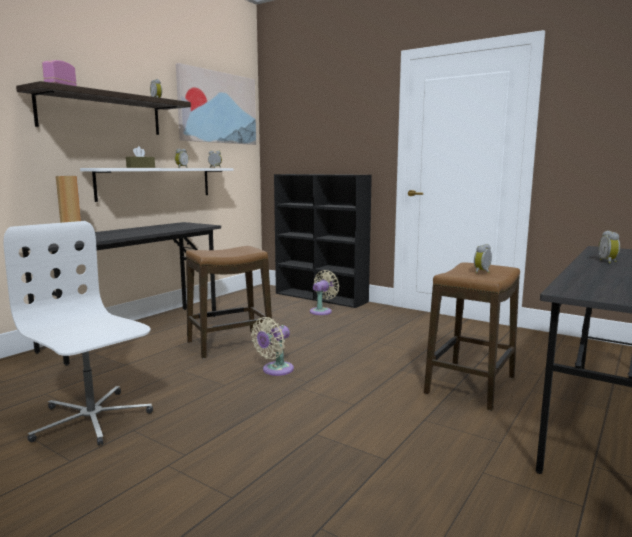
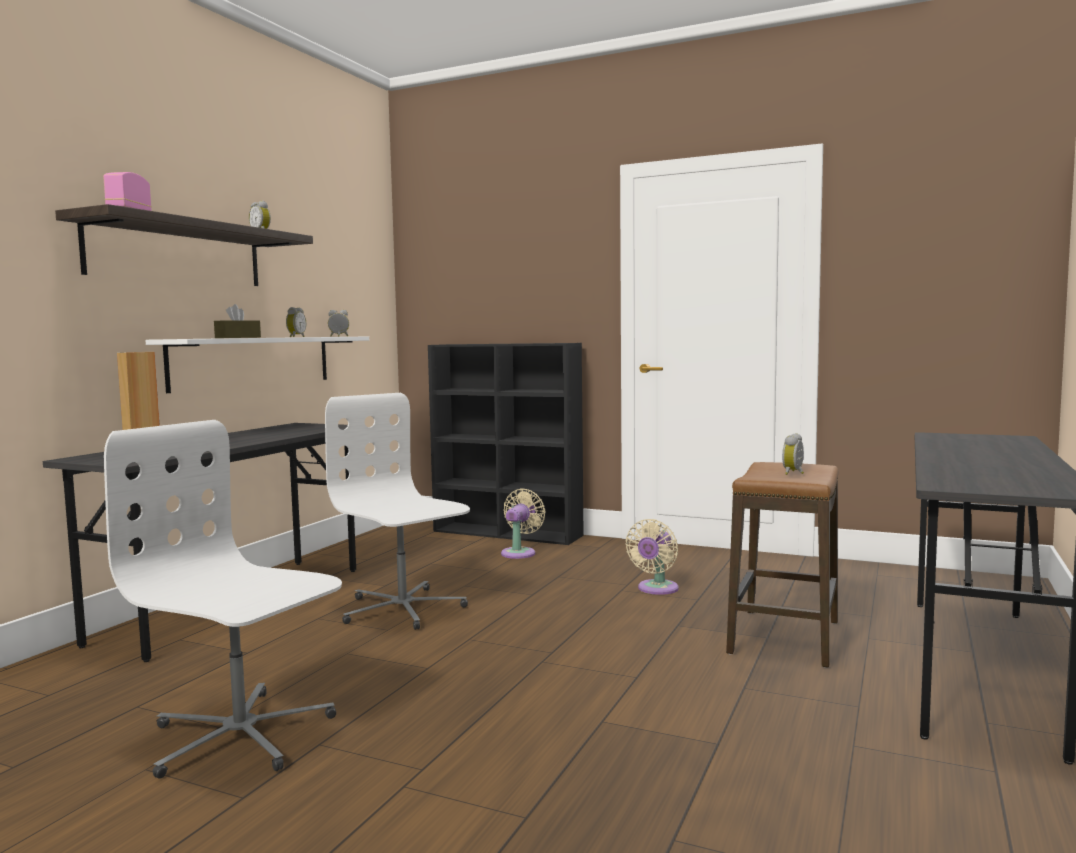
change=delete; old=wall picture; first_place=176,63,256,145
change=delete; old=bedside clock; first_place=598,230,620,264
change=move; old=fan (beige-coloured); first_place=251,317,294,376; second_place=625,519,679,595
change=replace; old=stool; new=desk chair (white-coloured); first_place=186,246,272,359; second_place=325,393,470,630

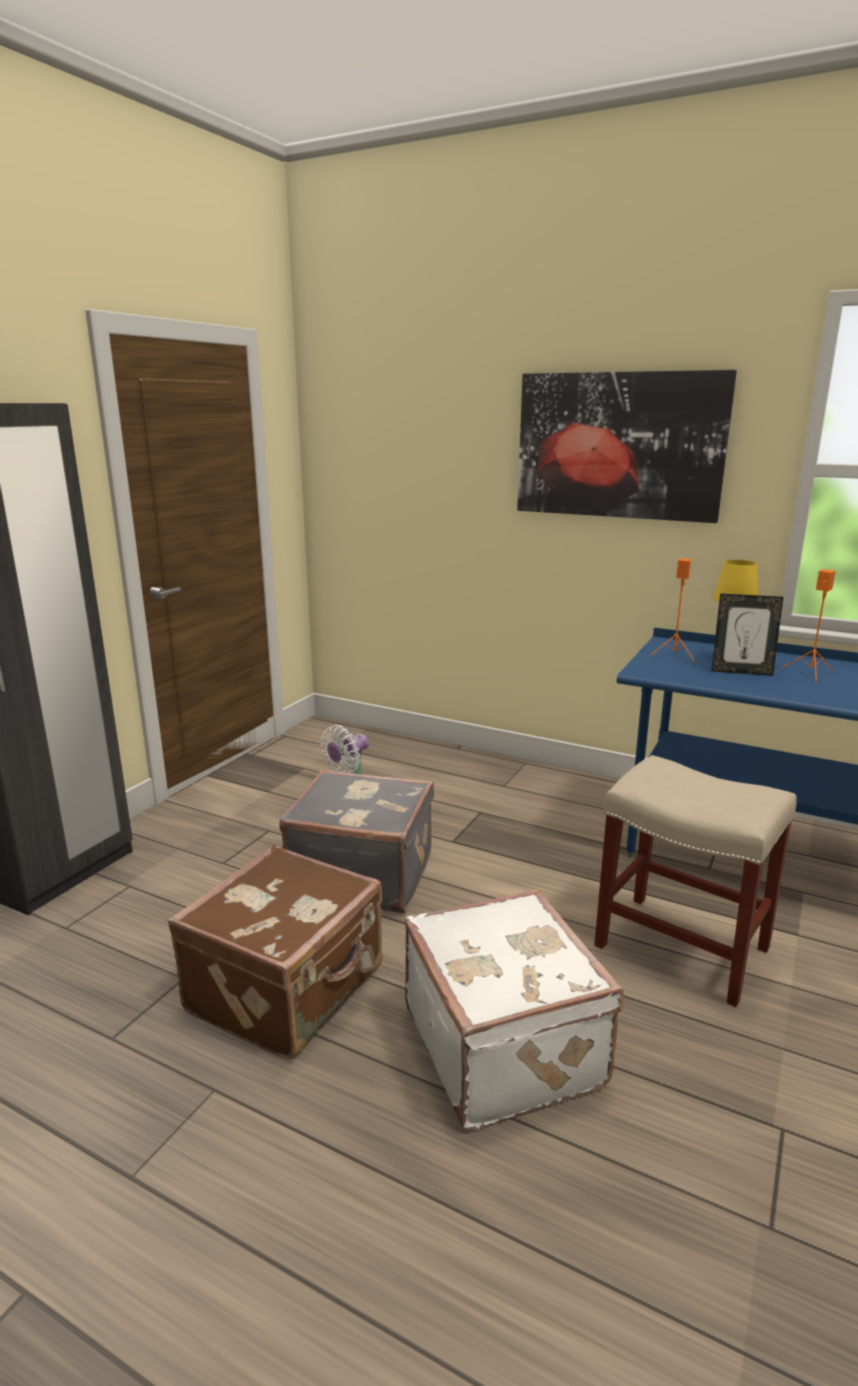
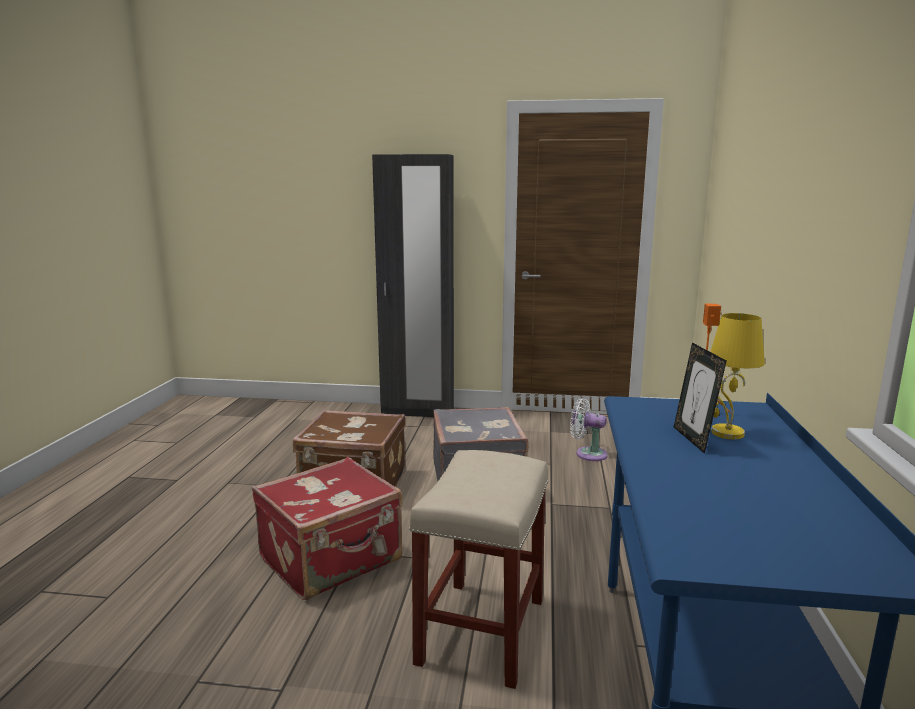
change=delete; old=wall picture; first_place=517,370,737,523
change=delete; old=speaker (orange); first_place=781,569,835,683
change=recolor; old=piece of luggage (white-coloured); new=piece of luggage (red); first_place=405,889,624,1131; second_place=252,457,402,600

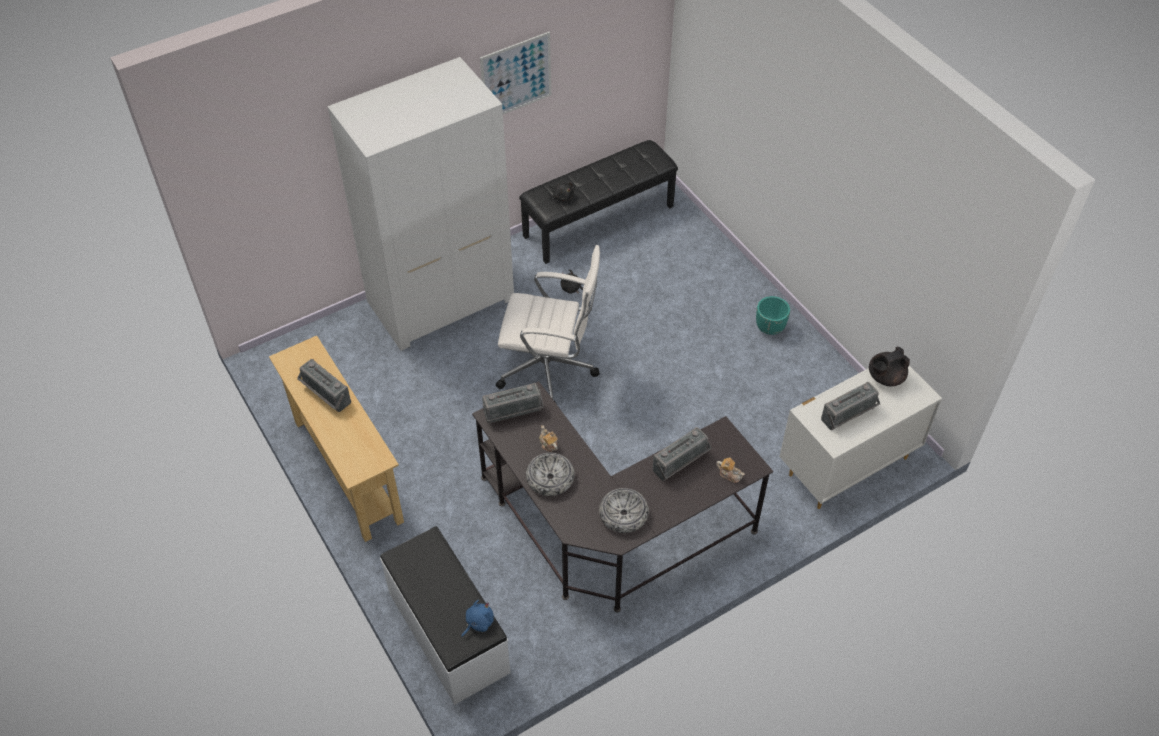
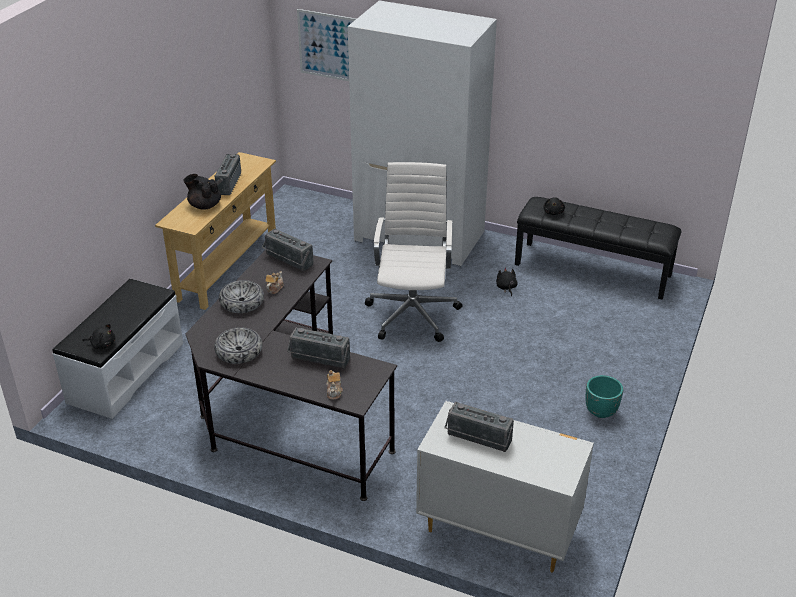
change=move; old=wall picture; first_place=480,32,551,114; second_place=297,9,356,81
change=move; old=pot for tea (black); first_place=869,347,910,386; second_place=184,174,221,210
change=recolor; old=plush toy (blue); new=plush toy (black); first_place=461,600,494,637; second_place=82,324,115,349
change=rotate; old=desk chair (white-coloured); first_place=496,245,600,403; second_place=365,162,463,342; degrees=-150

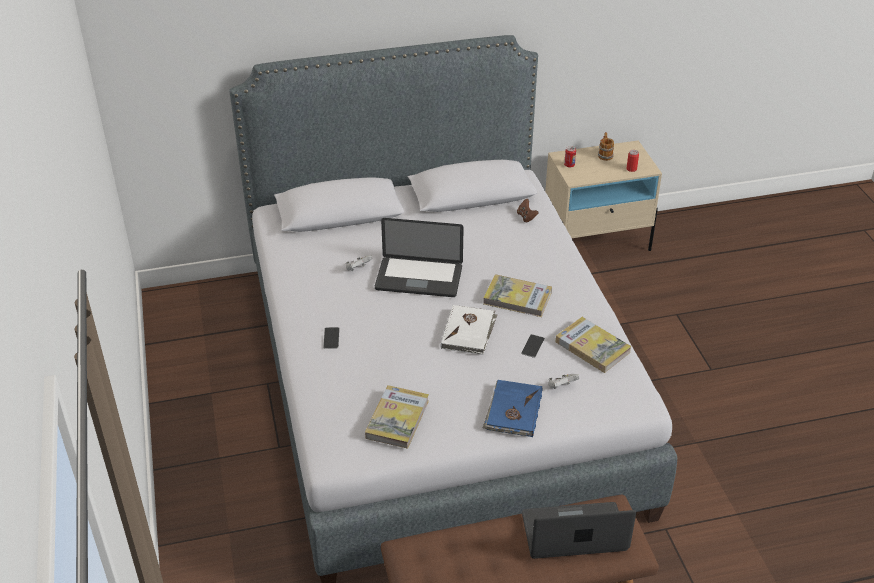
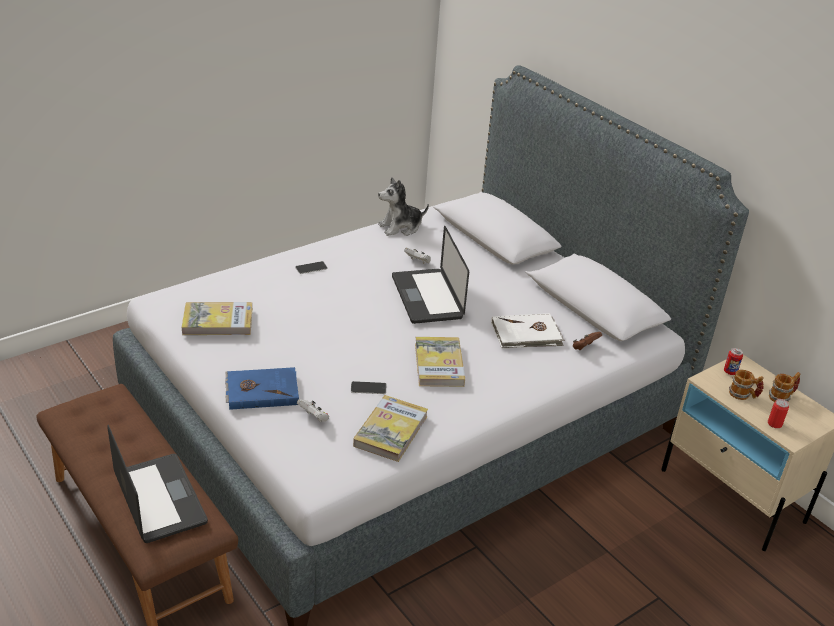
change=insert; new=plush toy; second_place=378,177,429,236
change=insert; new=mug; second_place=729,370,764,400
change=move; old=bound book (white-coloured); first_place=440,305,497,355; second_place=491,313,565,349

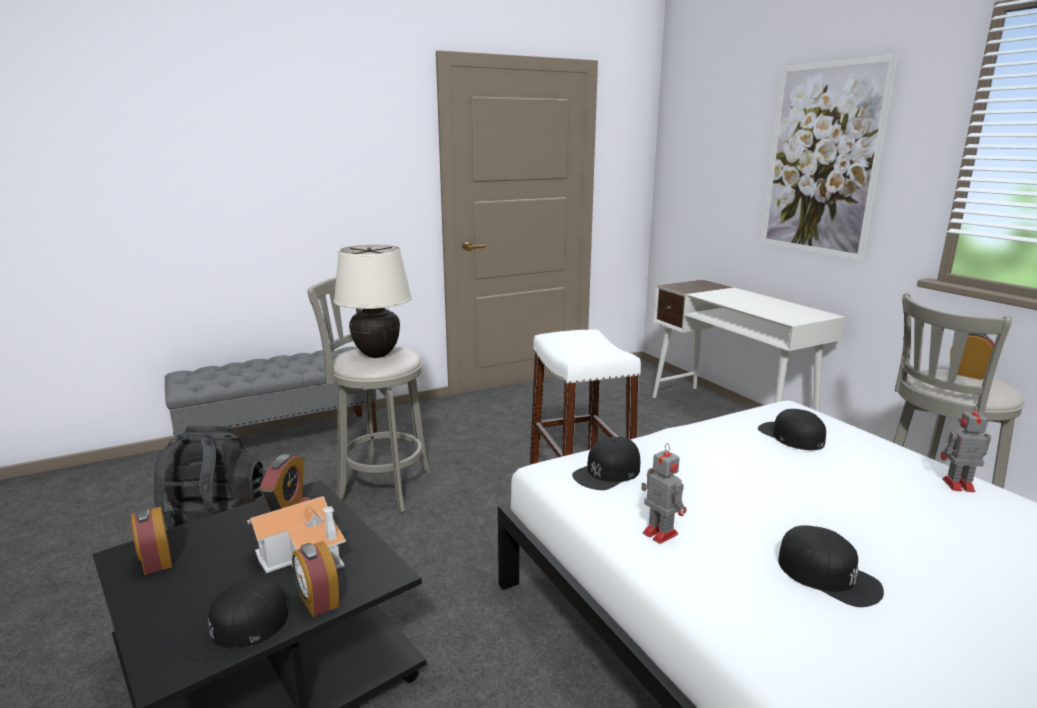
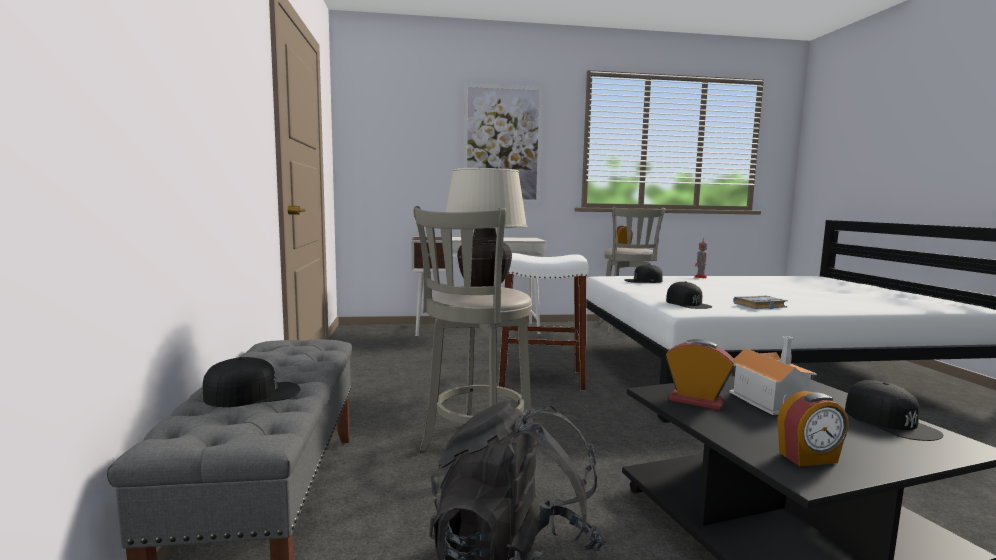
change=delete; old=bedside clock; first_place=292,541,339,617
change=move; old=cap (black); first_place=778,525,884,607; second_place=202,357,300,407
change=replace; old=toy robot; new=bound book (gray); first_place=641,443,686,544; second_place=733,295,788,309

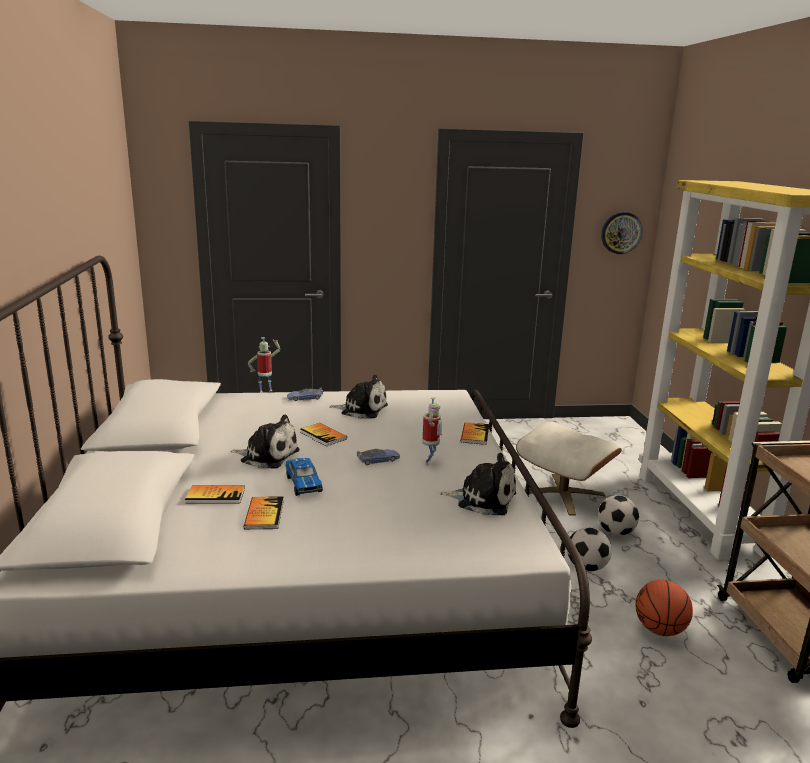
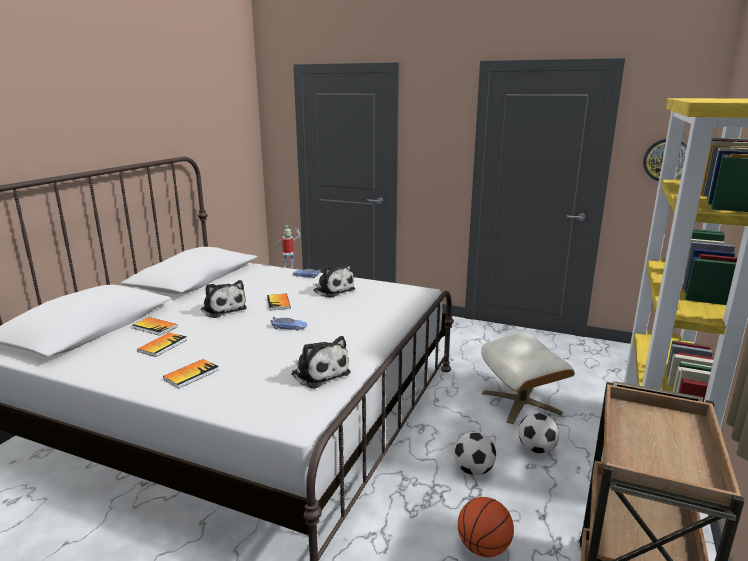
change=delete; old=toy car; first_place=286,458,323,496
change=delete; old=toy robot; first_place=423,397,442,465
change=move; old=bound book; first_place=461,422,489,445; second_place=163,359,219,388

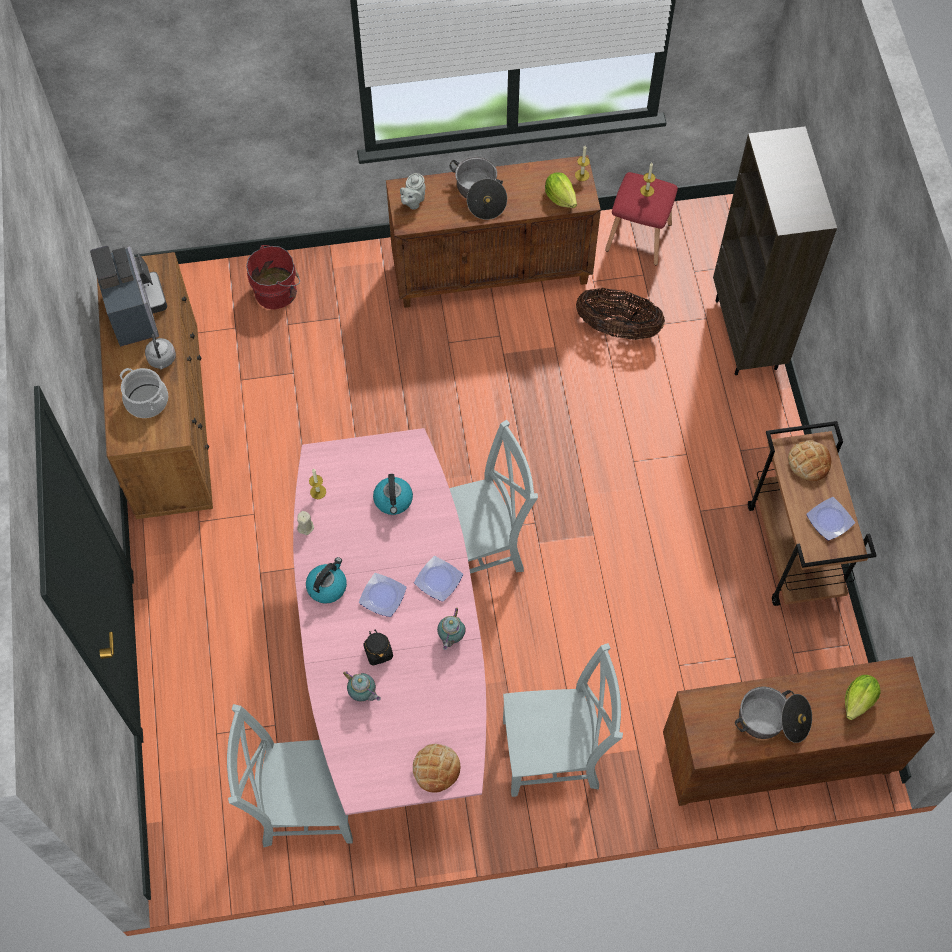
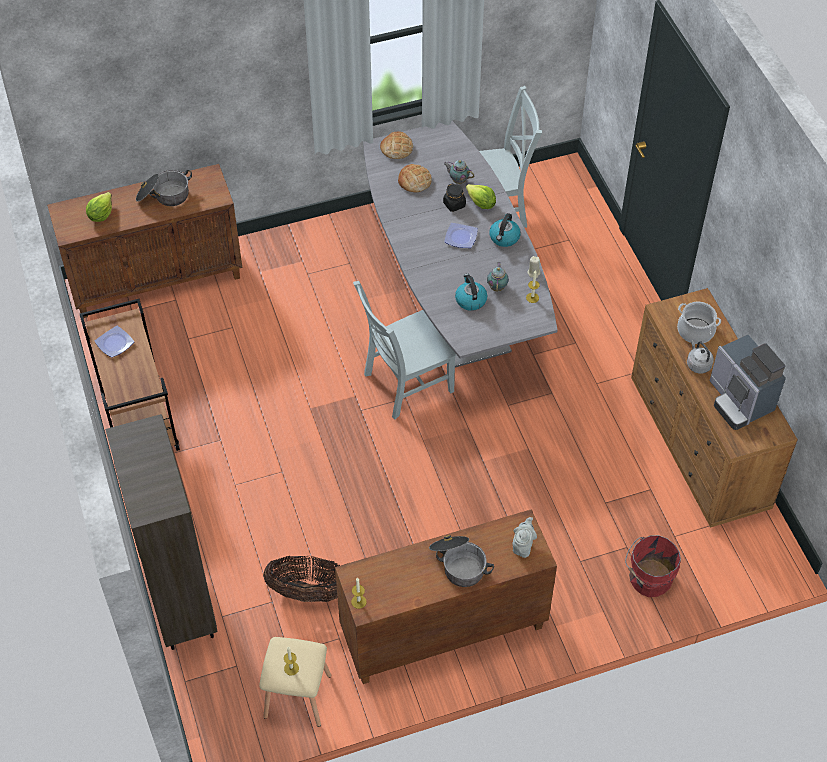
change=delete; old=plate; first_place=414,556,463,602
change=delete; old=upright chair (gray); first_place=503,643,623,797
change=move; old=pot for tea; first_place=437,608,466,650; second_place=487,262,509,292
change=move; old=head of lettuce; first_place=545,172,577,208; second_place=466,184,496,209
change=move; old=bread; first_place=788,440,831,482; second_place=398,164,432,192
change=recolor; old=dinner table (pinkish); new=dinner table (gray); first_place=293,428,486,815; second_place=363,121,558,367
change=recolor; old=stool (red); new=stool (beige-coloured); first_place=605,172,678,265; second_place=259,637,331,727

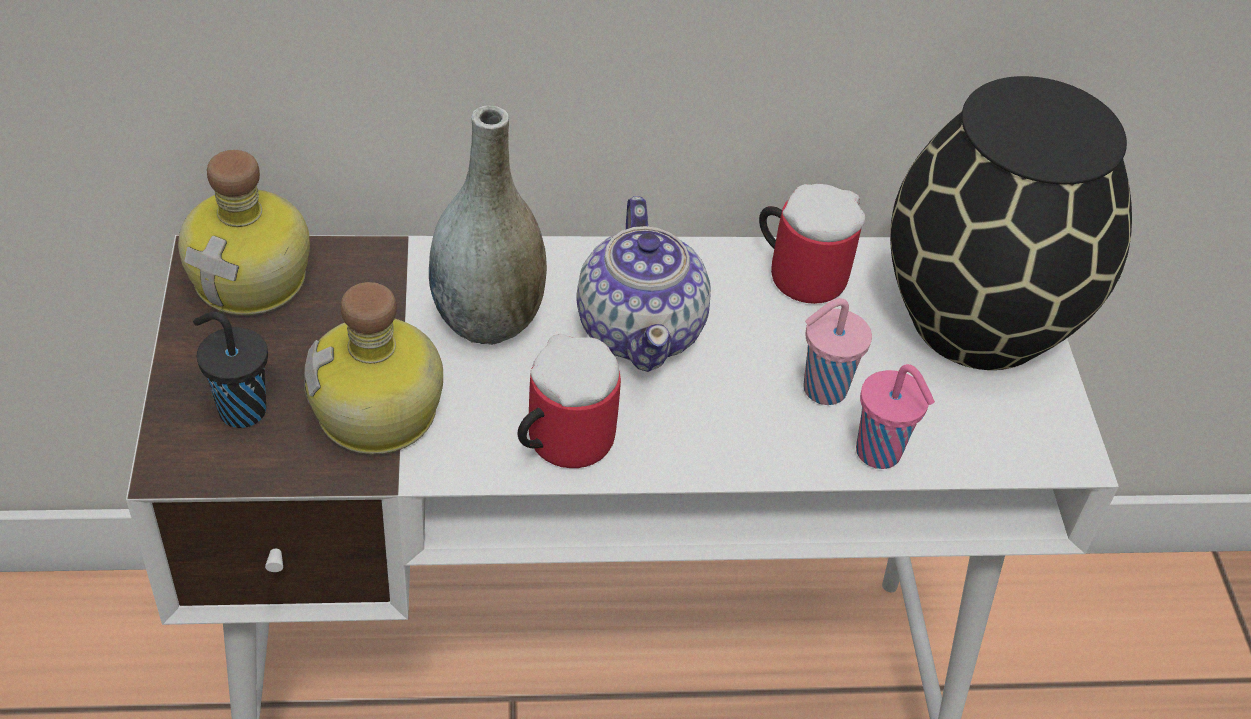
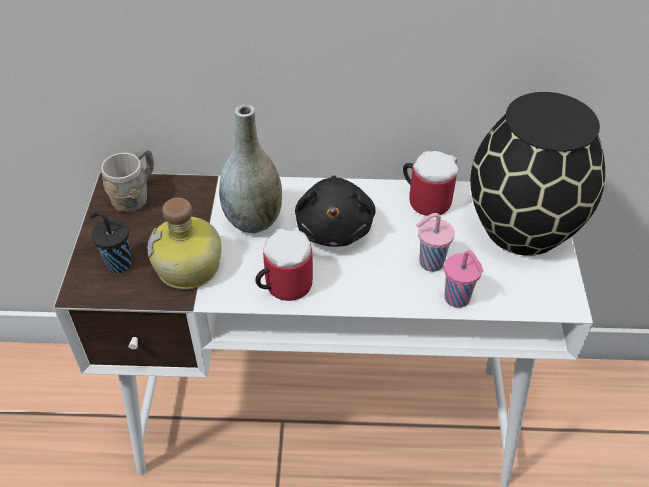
change=replace; old=bottle; new=mug (gray); first_place=178,150,310,315; second_place=101,149,154,212
change=replace; old=pot for tea; new=plush toy (black); first_place=577,196,711,372; second_place=295,175,376,247

